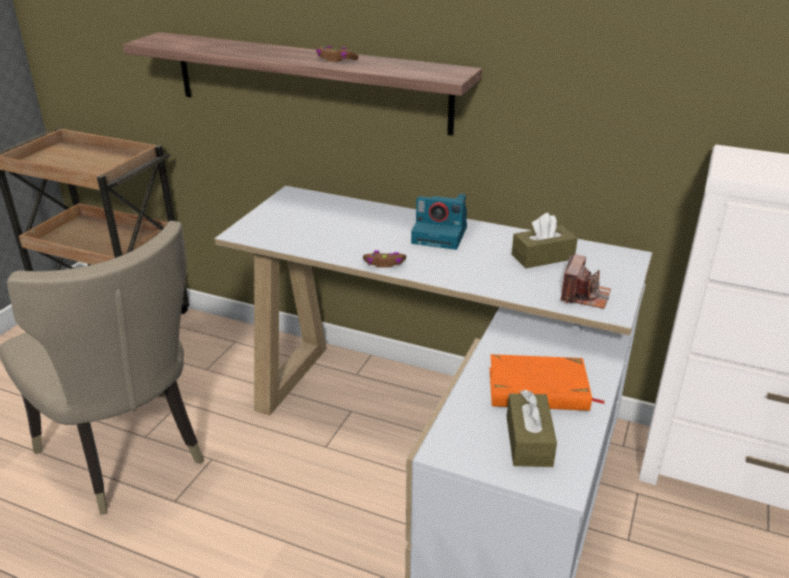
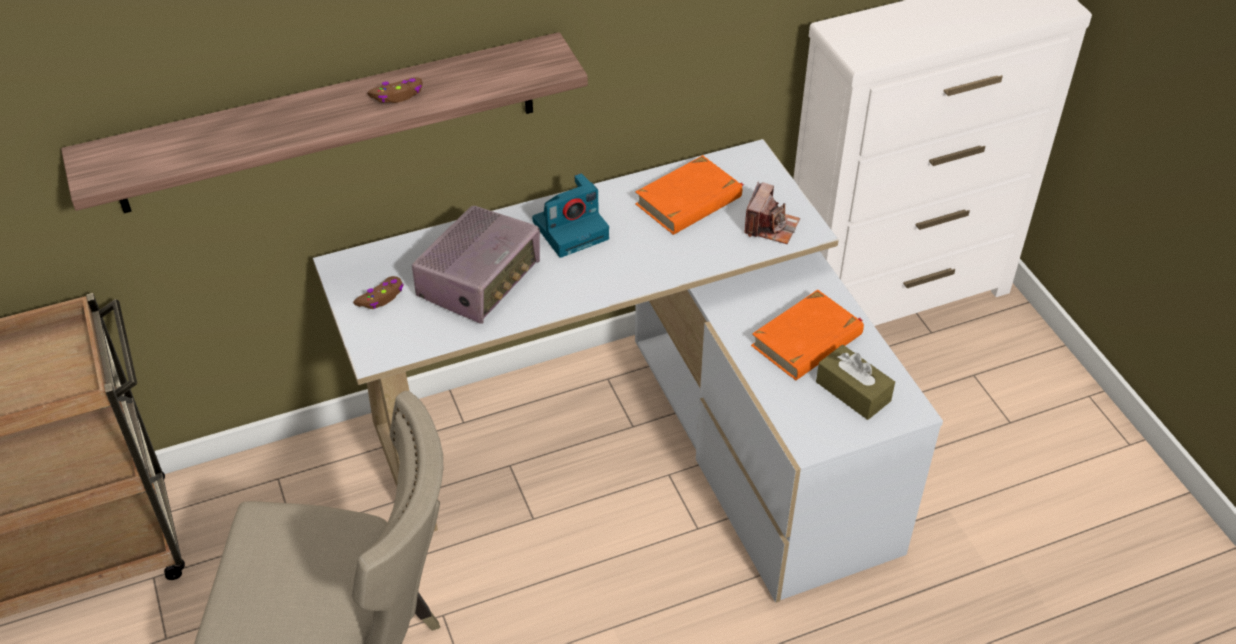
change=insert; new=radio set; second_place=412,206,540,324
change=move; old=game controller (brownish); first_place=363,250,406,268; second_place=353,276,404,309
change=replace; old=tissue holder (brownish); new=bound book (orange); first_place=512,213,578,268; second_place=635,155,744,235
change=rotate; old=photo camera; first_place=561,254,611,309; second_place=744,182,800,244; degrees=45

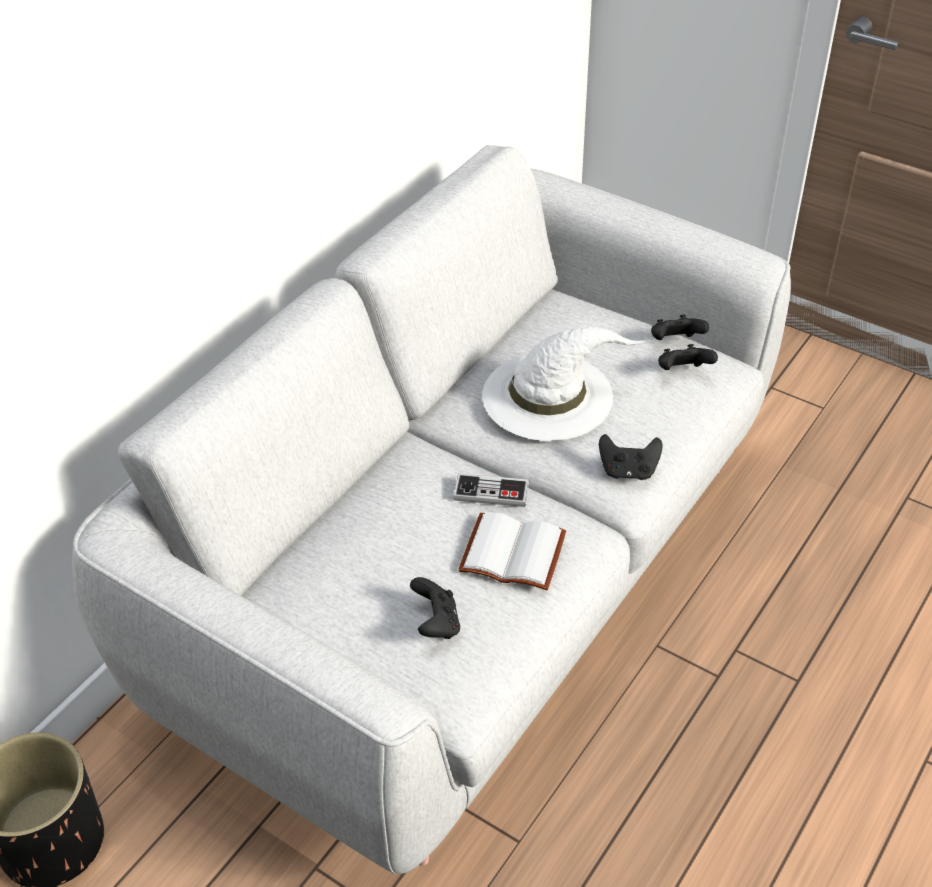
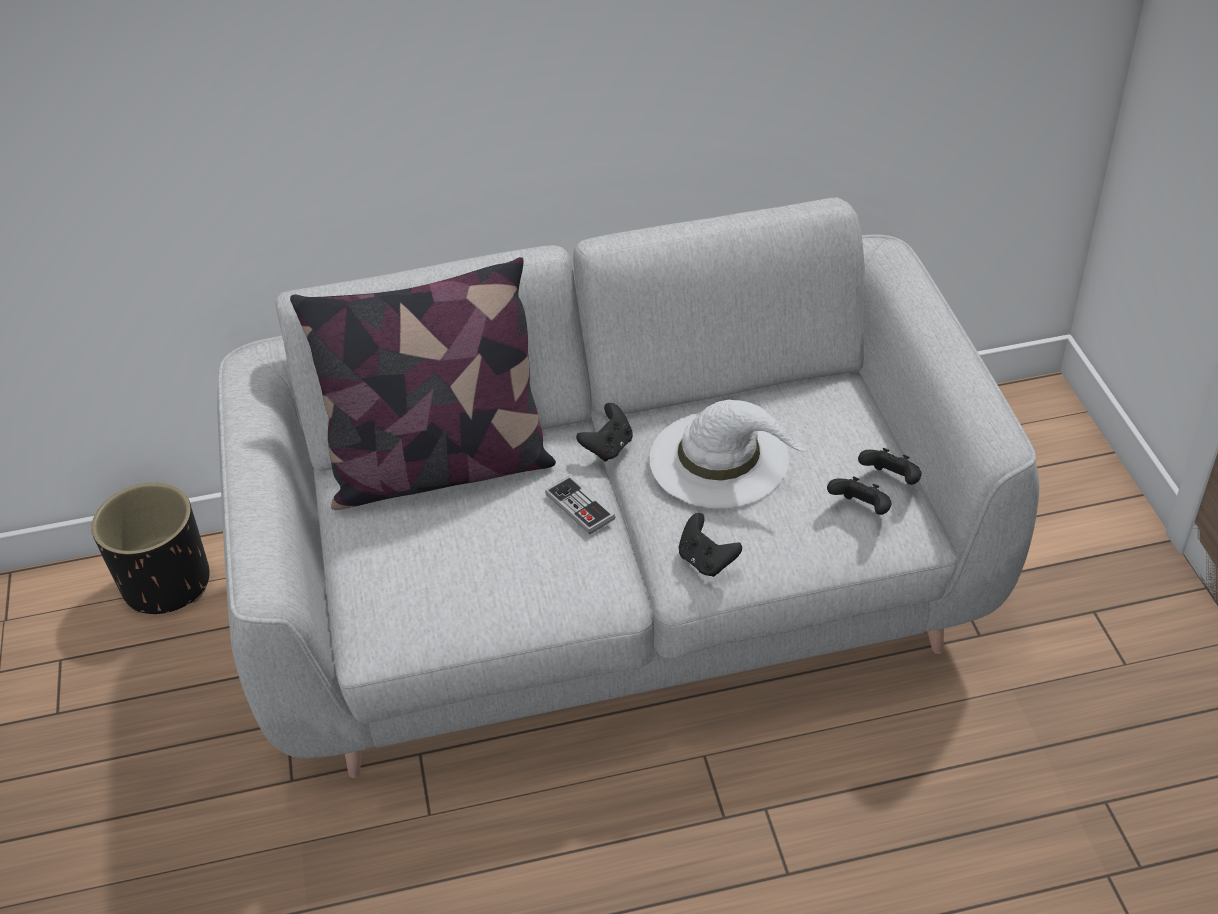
change=delete; old=bound book (white-coloured); first_place=458,512,566,590
change=insert; new=throw pillow; second_place=290,257,556,510
change=move; old=game controller (black); first_place=410,577,460,639; second_place=576,403,633,462

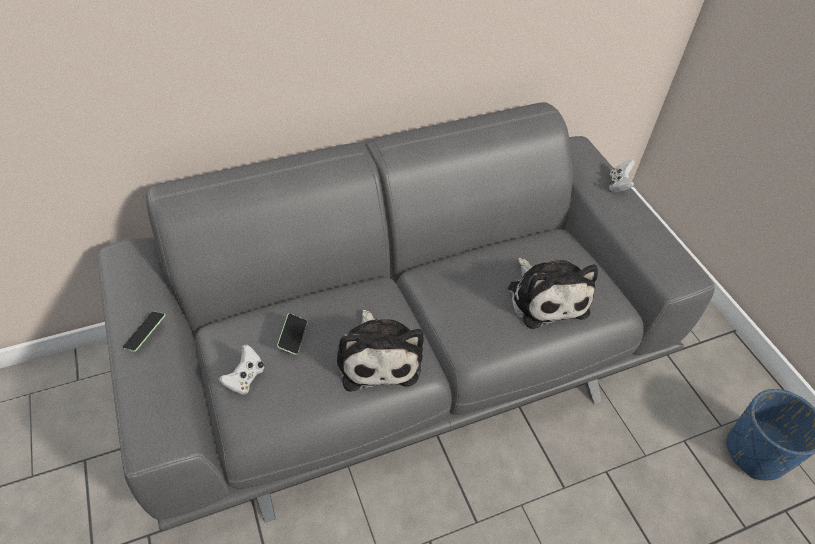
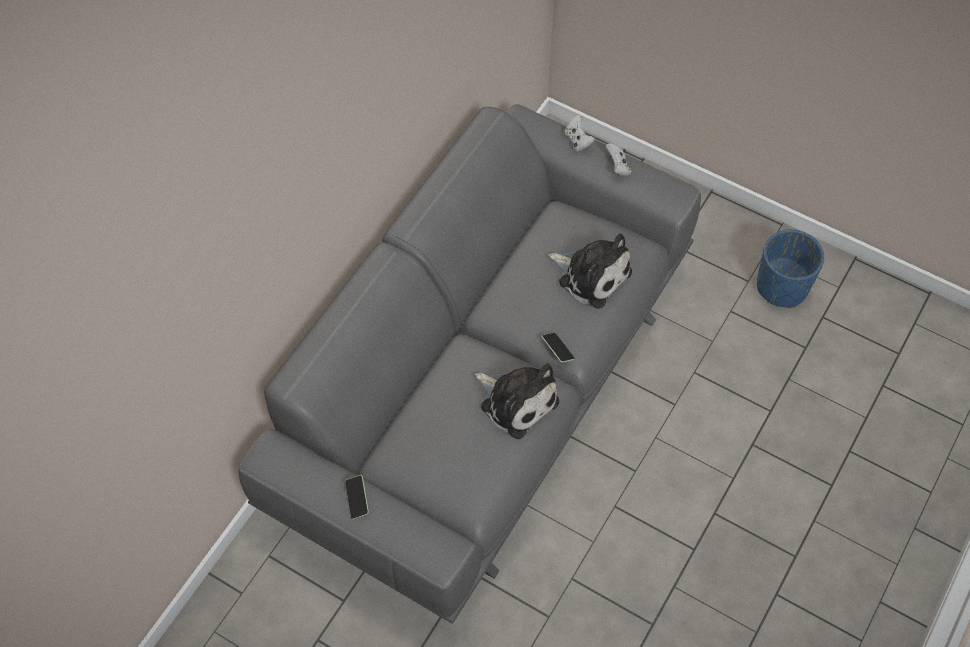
change=move; old=game controller (white-coloured); first_place=218,345,264,395; second_place=606,143,631,176
change=move; old=phone; first_place=277,313,308,355; second_place=541,332,575,362

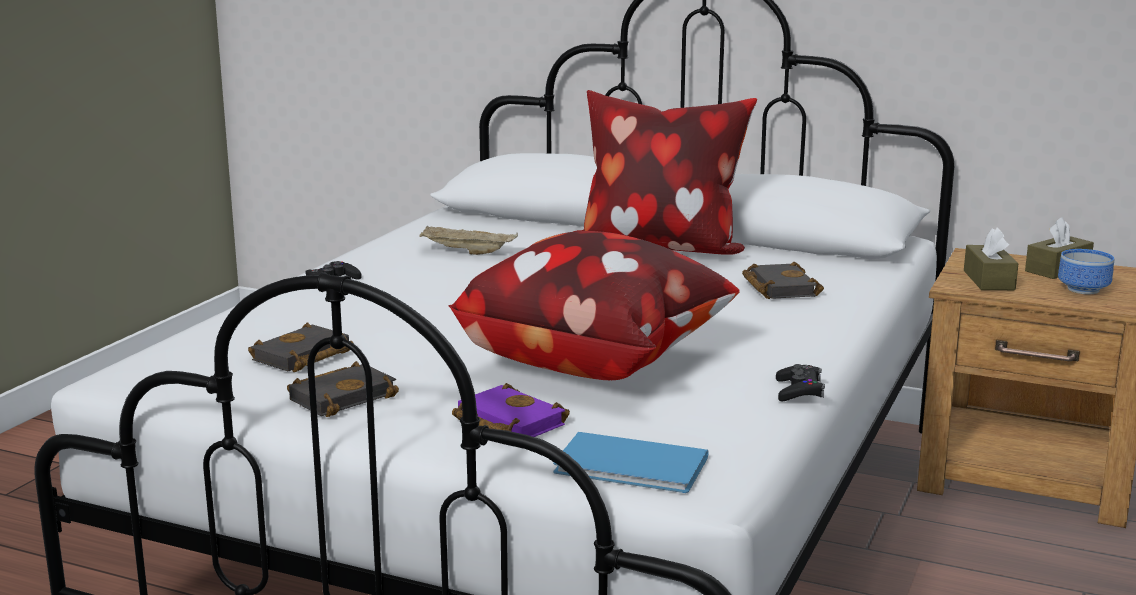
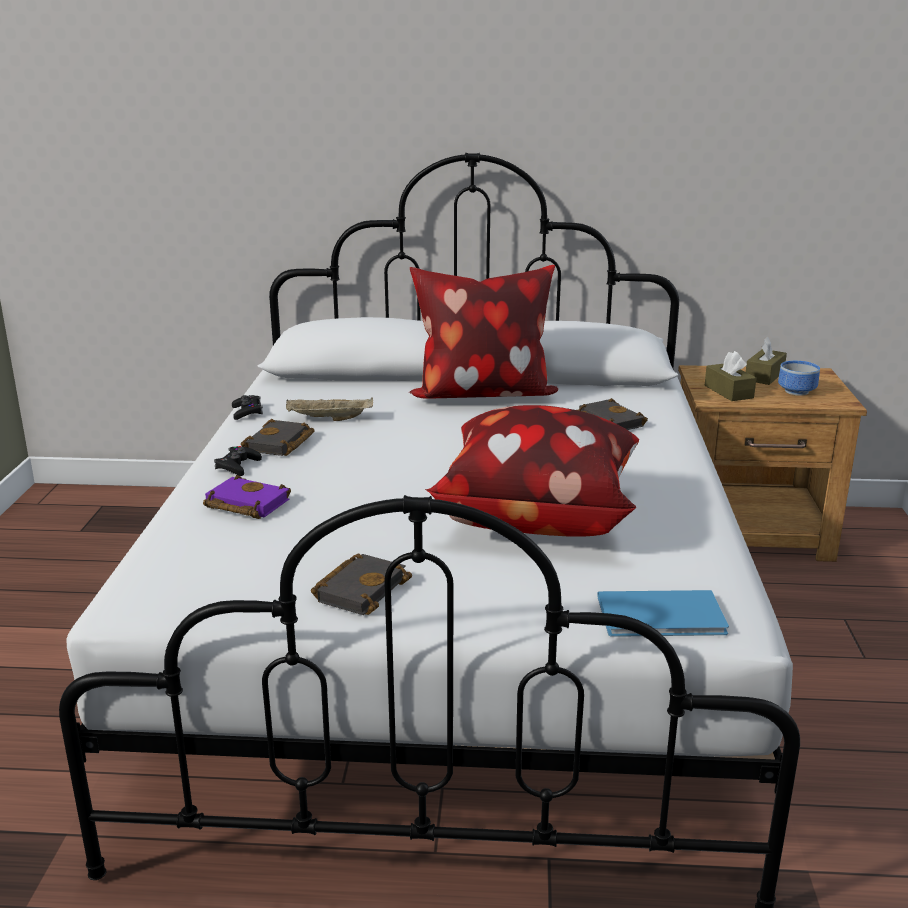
change=move; old=bound book (black); first_place=248,323,354,372; second_place=241,419,315,456
change=move; old=bound book (purple-coloured); first_place=452,383,570,437; second_place=203,475,291,519
change=move; old=game controller (black); first_place=776,364,825,401; second_place=232,395,263,420

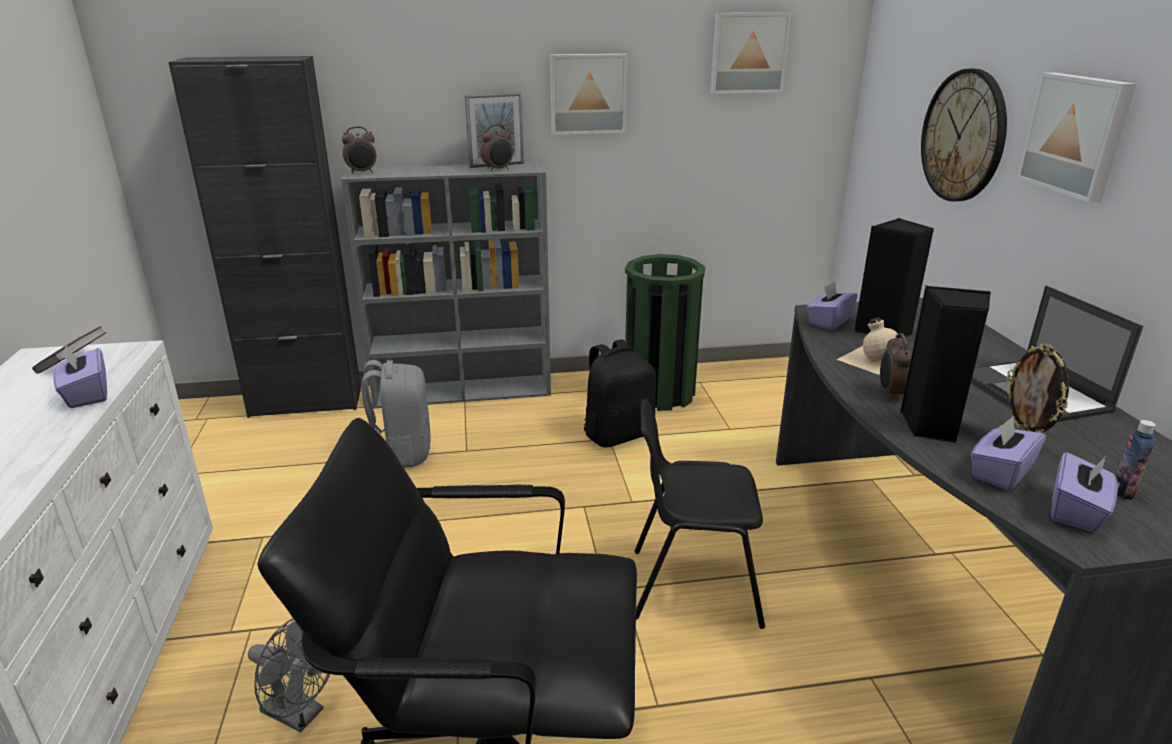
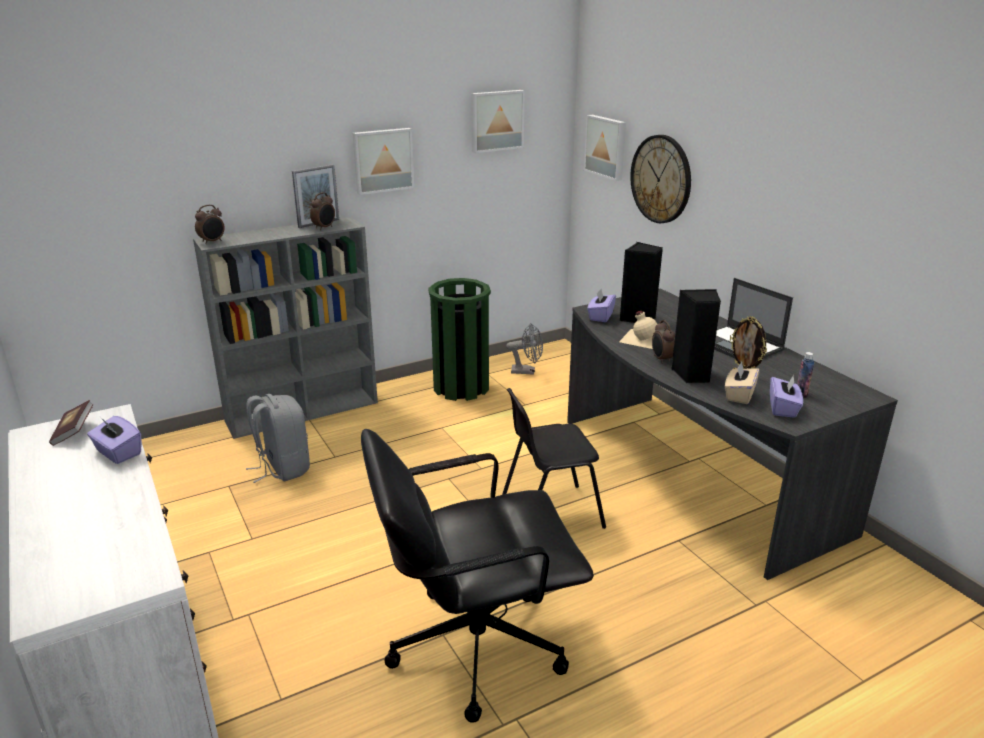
change=delete; old=storage cabinet (black); first_place=168,56,361,418
change=delete; old=knapsack (black); first_place=584,339,656,448
change=move; old=fan (gray); first_place=248,618,330,733; second_place=506,323,543,375
change=move; old=wall picture; first_place=1016,72,1136,203; second_place=584,115,626,181
change=recolor; old=tissue holder (purple-coloured); new=tissue holder (beige-coloured); first_place=971,415,1046,491; second_place=725,361,759,404

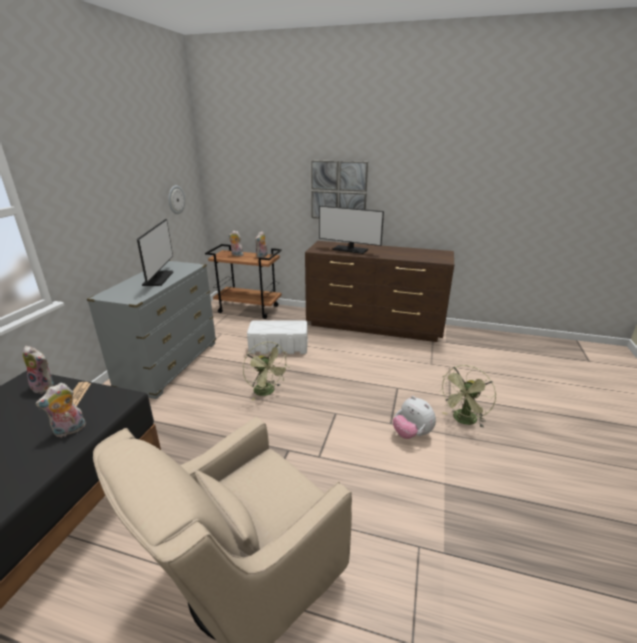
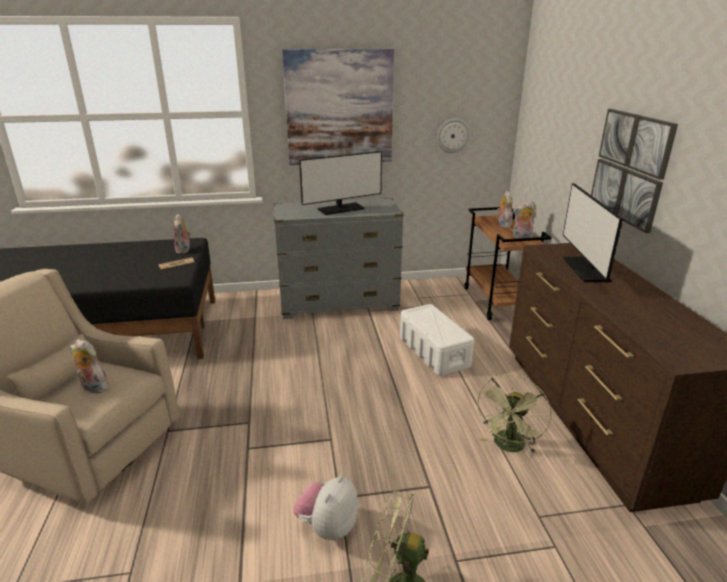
change=insert; new=wall picture; second_place=282,49,394,165
change=move; old=plush toy; first_place=35,383,86,437; second_place=70,339,109,394
change=move; old=fan (green-coloured); first_place=243,342,288,401; second_place=475,374,551,453

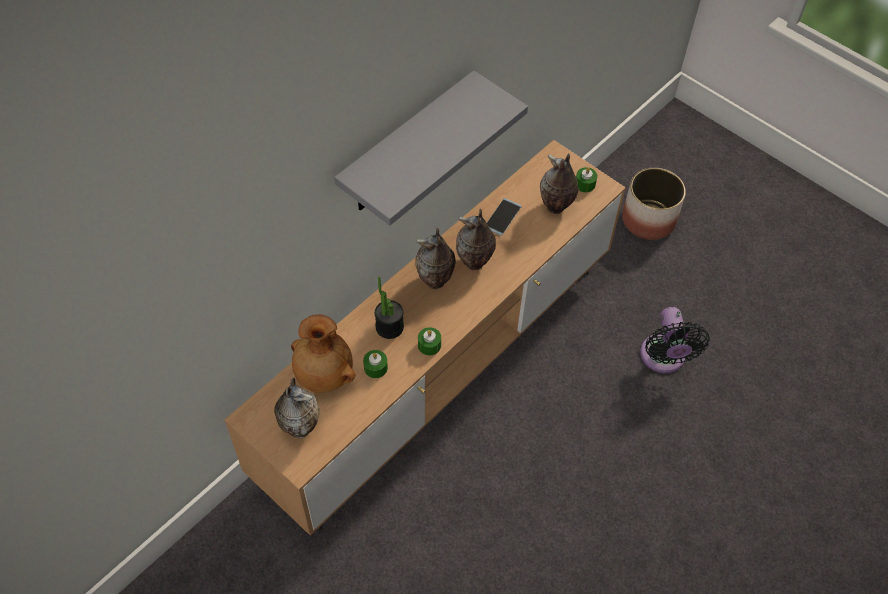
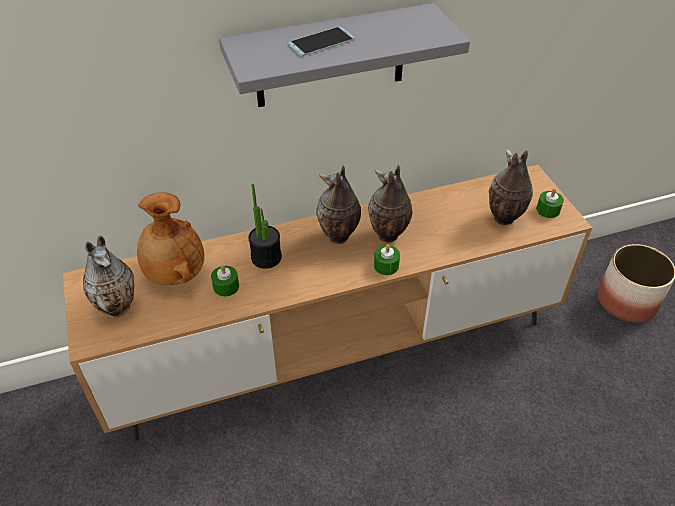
change=delete; old=fan (black); first_place=640,307,709,373
change=move; old=wax candle (green-coloured); first_place=418,327,441,355; second_place=374,244,400,275
change=move; old=phone; first_place=487,198,522,236; second_place=288,26,355,56

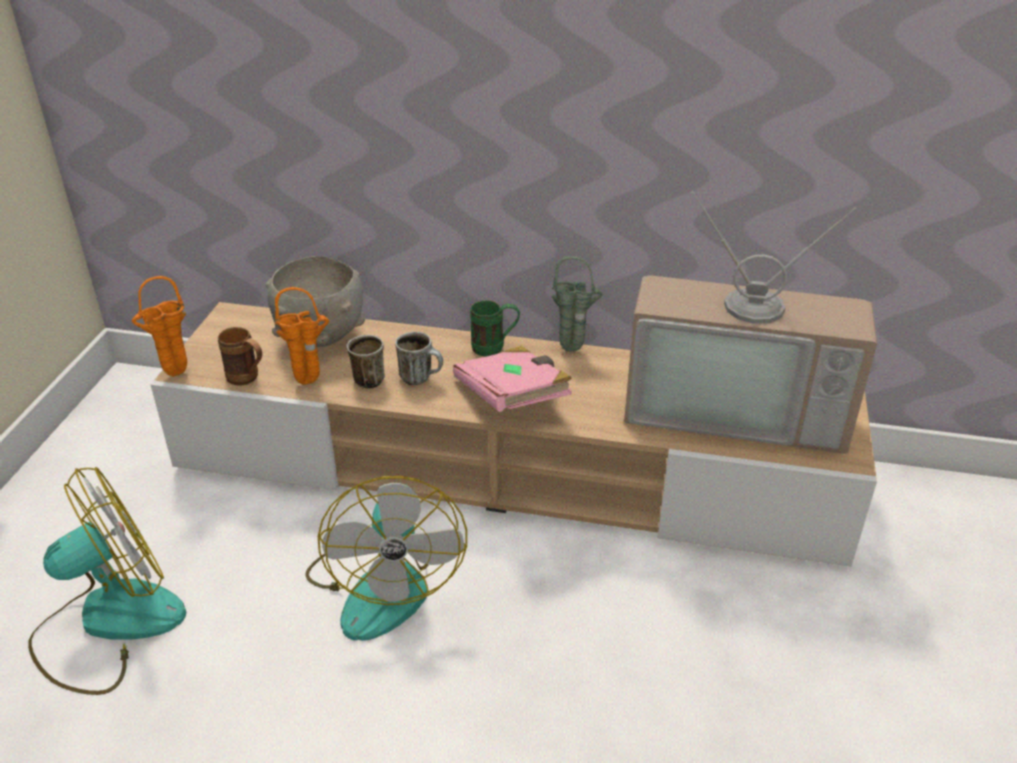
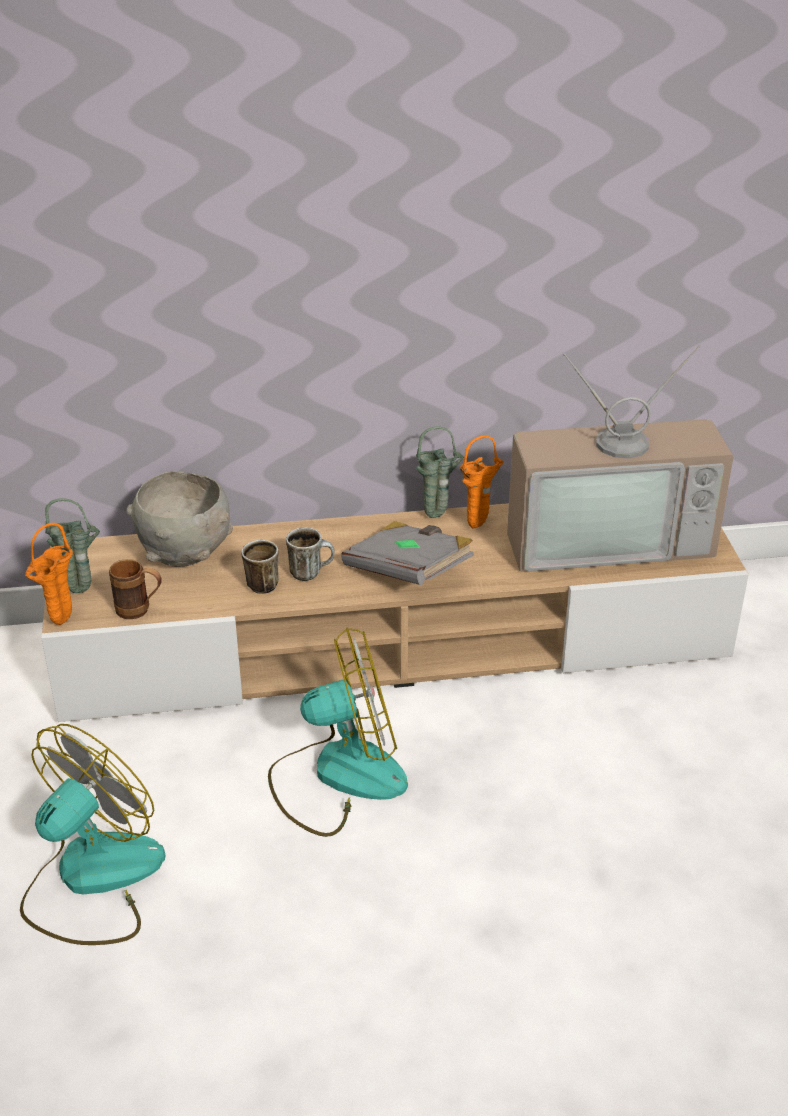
change=delete; old=mug (green-coloured); first_place=470,300,520,356
change=insert; new=flower vase (green-coloured); second_place=45,498,100,593
change=move; old=flower vase (orange); first_place=275,287,329,385; second_place=460,436,504,528
change=recolor; old=bound book (pinkish); new=bound book (gray); first_place=453,346,572,412; second_place=341,521,474,585
change=rotate; old=fan; first_place=305,476,467,641; second_place=268,628,408,837; degrees=-75

